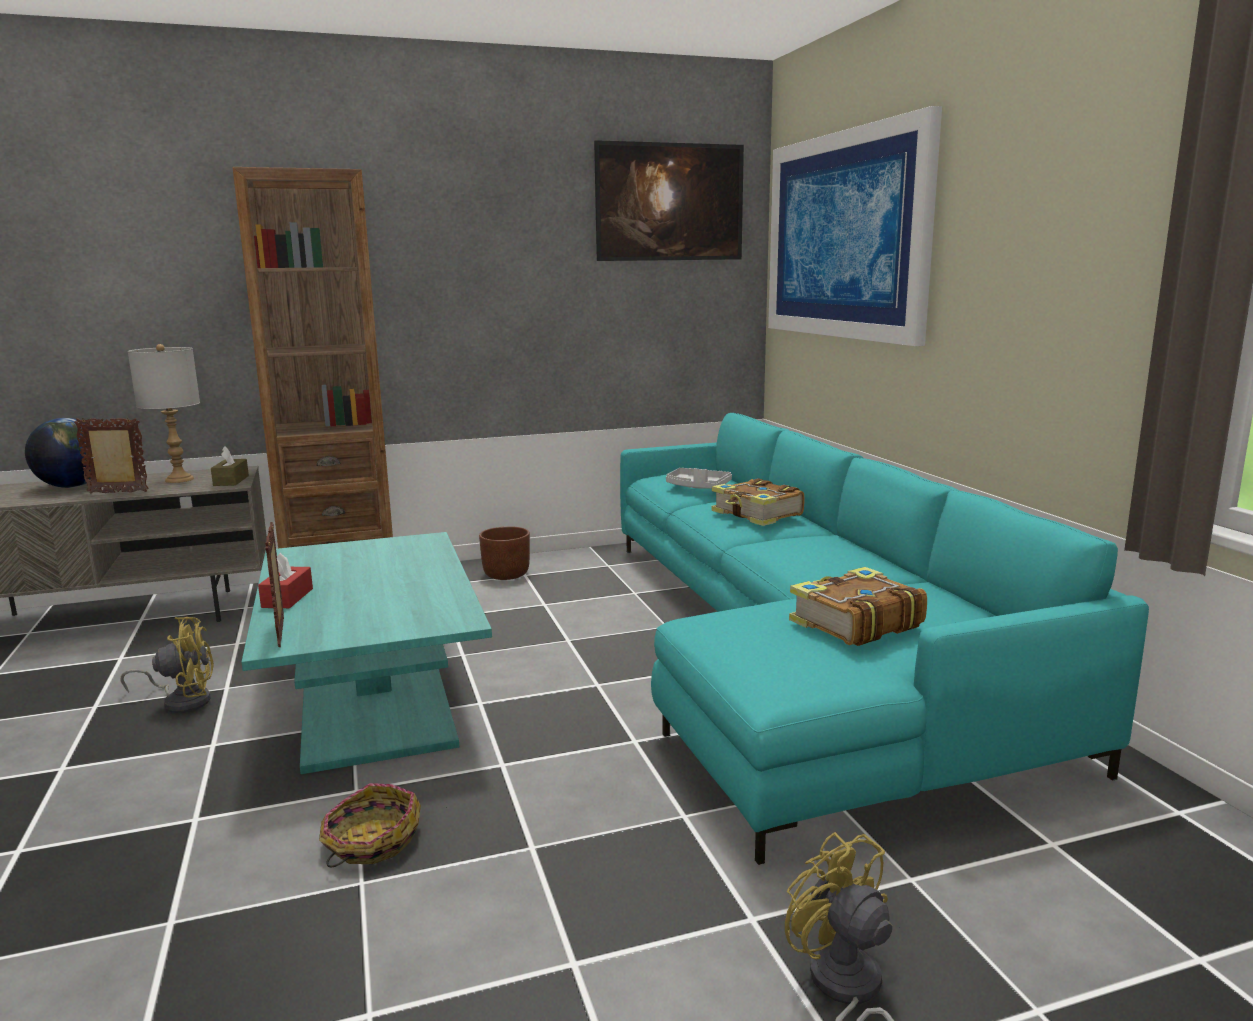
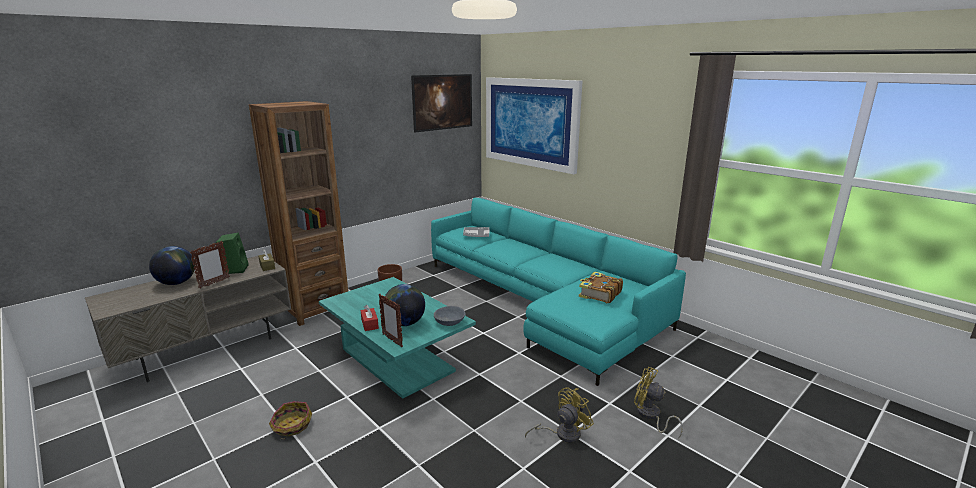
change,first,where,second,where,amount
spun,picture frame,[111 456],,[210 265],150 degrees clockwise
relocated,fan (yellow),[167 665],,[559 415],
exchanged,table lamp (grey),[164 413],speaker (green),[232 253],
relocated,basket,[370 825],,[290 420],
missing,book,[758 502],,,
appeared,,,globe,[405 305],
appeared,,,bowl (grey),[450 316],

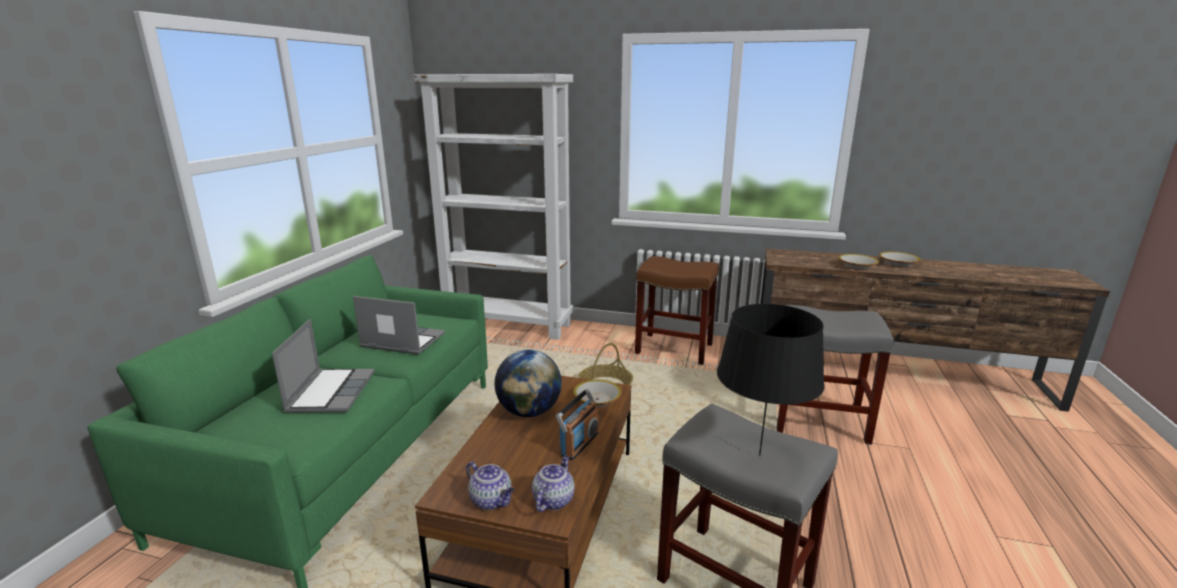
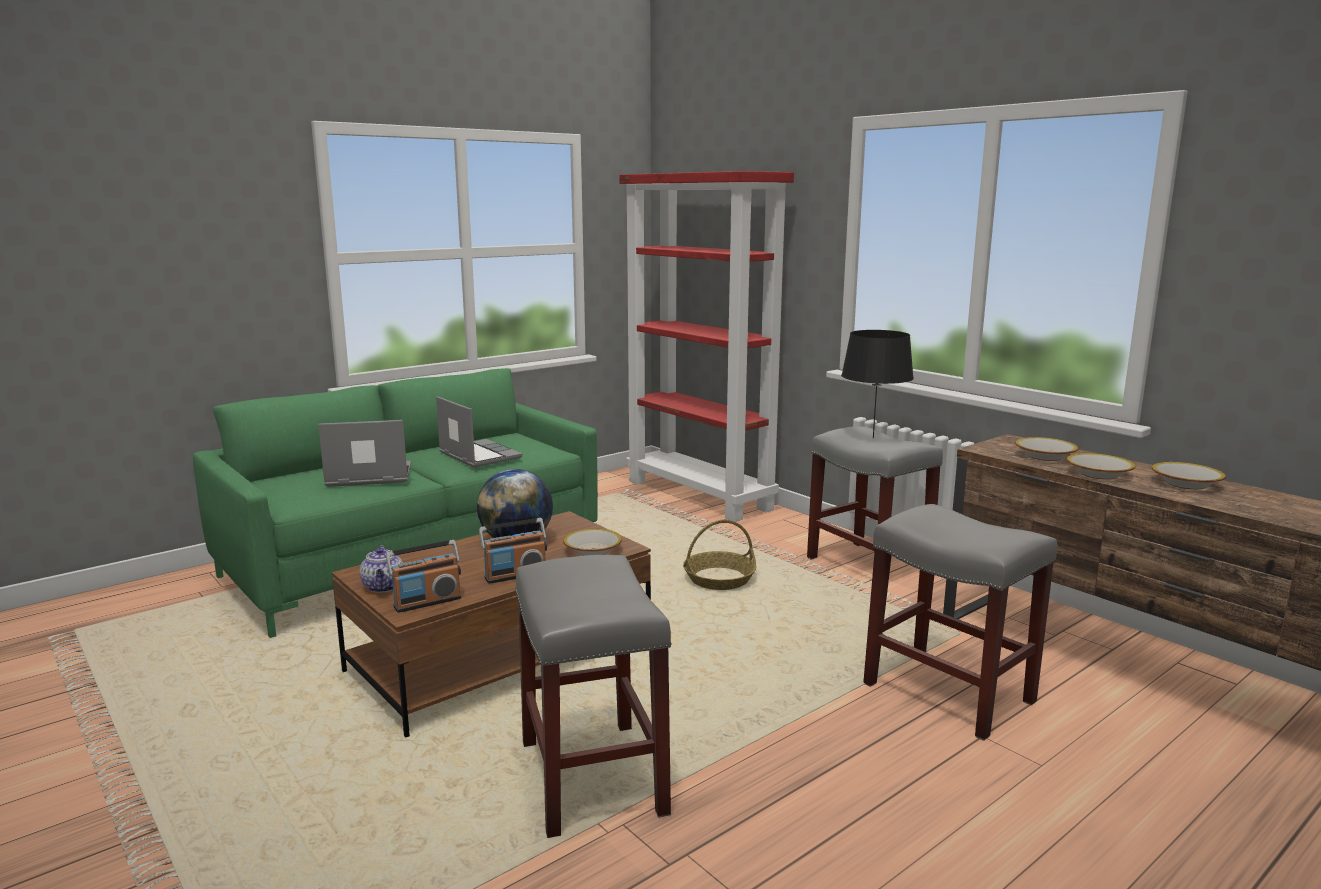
change,first,where,second,where,amount
spun,laptop,[323 366],,[364 453],135 degrees counterclockwise
colour,bookcase (white),[493 207],bookcase (red),[706 346],
exchanged,teapot,[553 484],radio,[423 576],
colour,stool (brown),[677 310],stool (grey),[875 493],
relocated,table lamp (black),[771 380],,[877 384],
appeared,,,bowl,[1046 449],

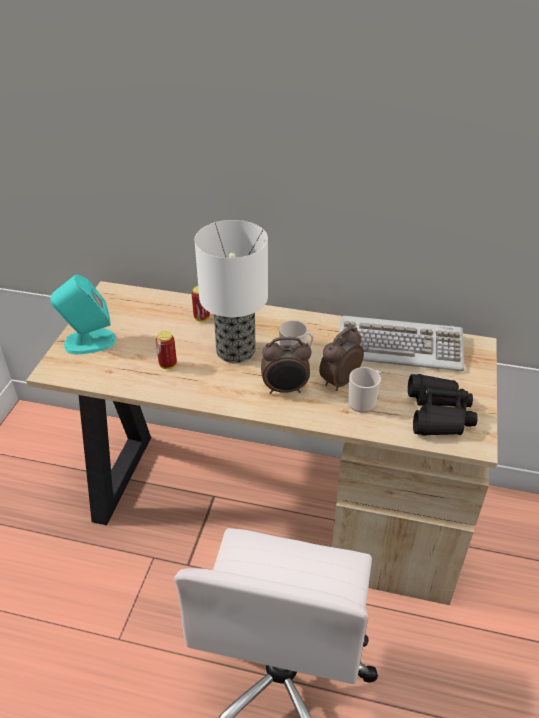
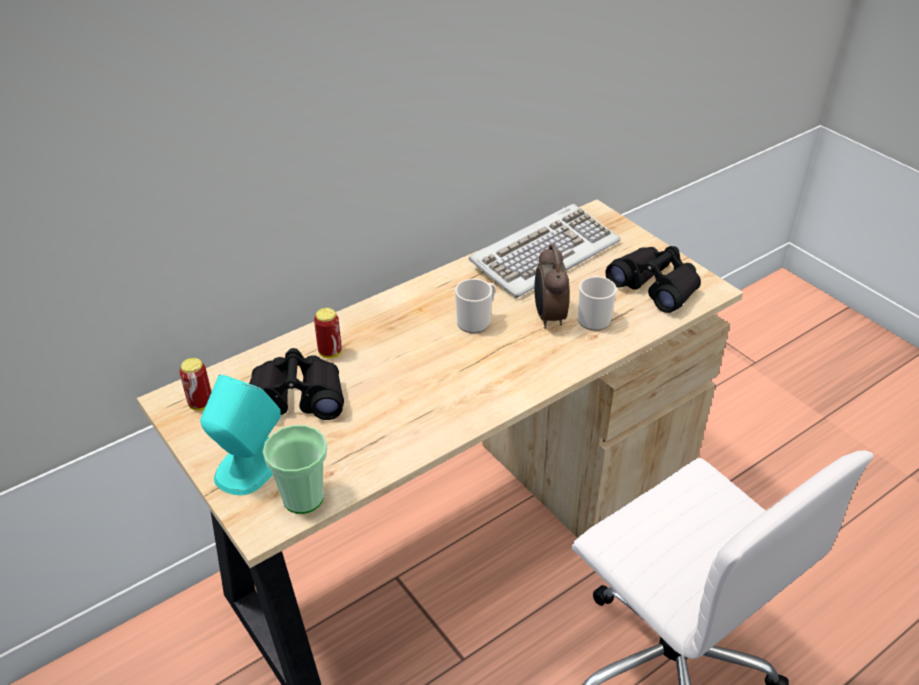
change,first,where,second,where,amount
relocated,can,[166 350],,[195 384],
missing,table lamp,[231 291],,,
missing,alarm clock,[286 365],,,
appeared,,,binoculars (black),[296 384],
appeared,,,cup,[295 469],

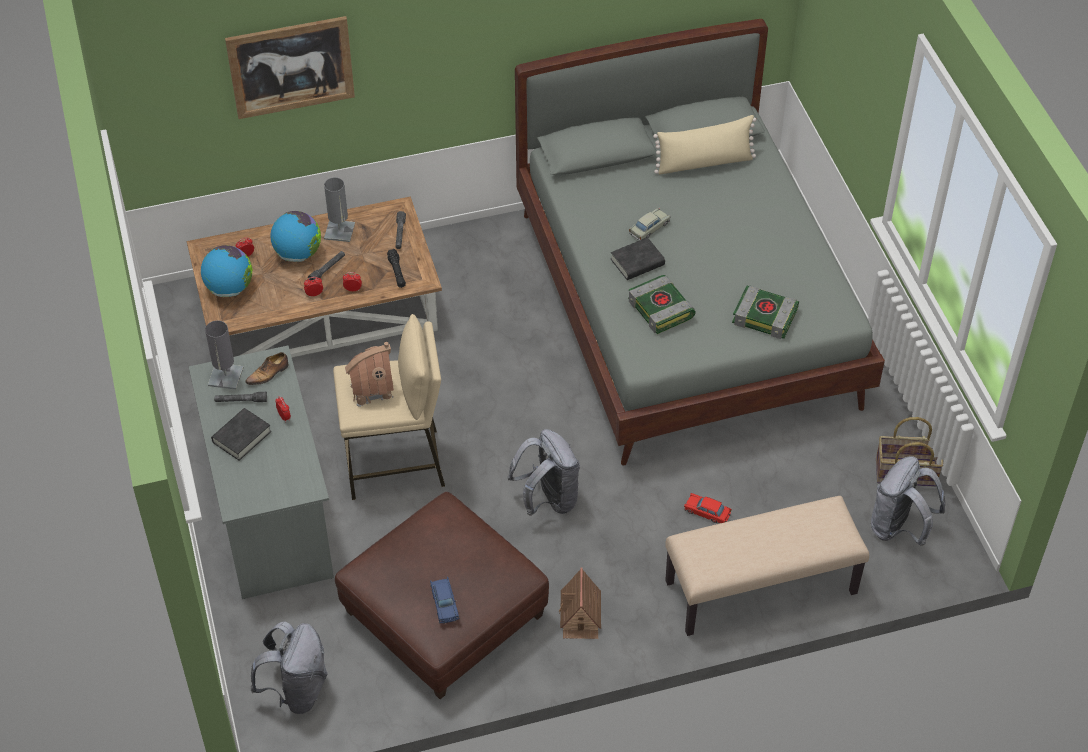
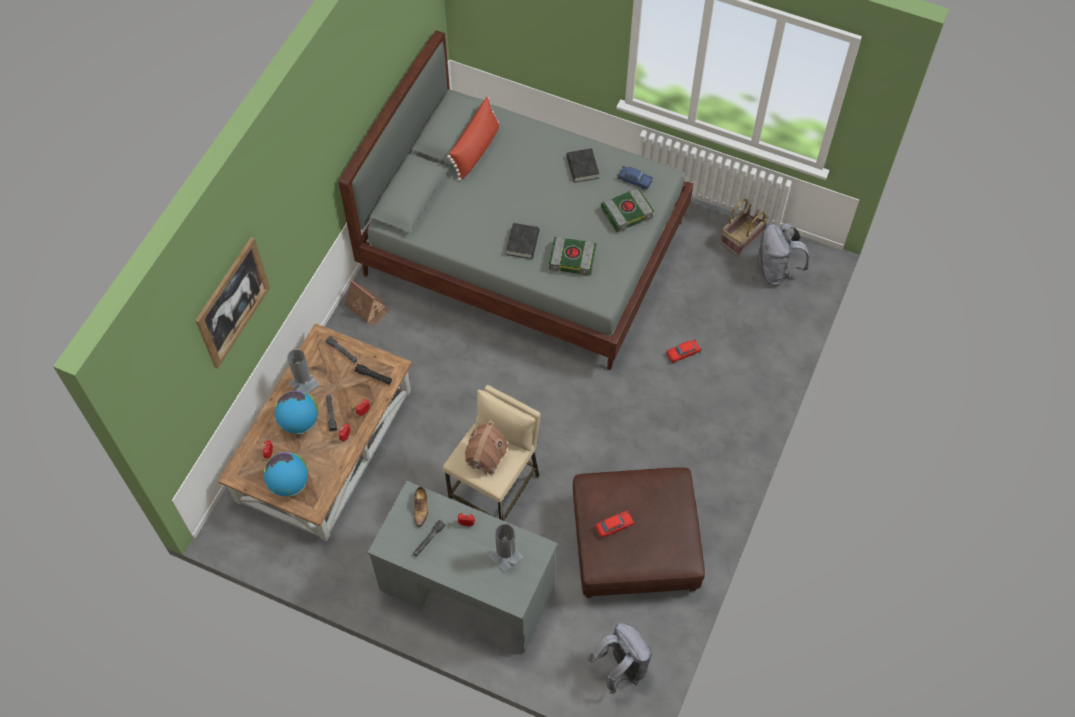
change,first,where,second,where,amount
relocated,table lamp (grey),[224 355],,[506 548],
relocated,book (black),[241 434],,[583 165],
relocated,toy car (blue),[444 600],,[635 178],
missing,backpack (grey),[544 472],,,
relocated,toy house,[580 603],,[367 303],
missing,toy car (beige),[650 224],,,
colour,pillow (beige),[704 145],pillow (red),[473 139],
missing,bench (beige),[767 566],,,
appeared,,,toy car (red),[614 525],

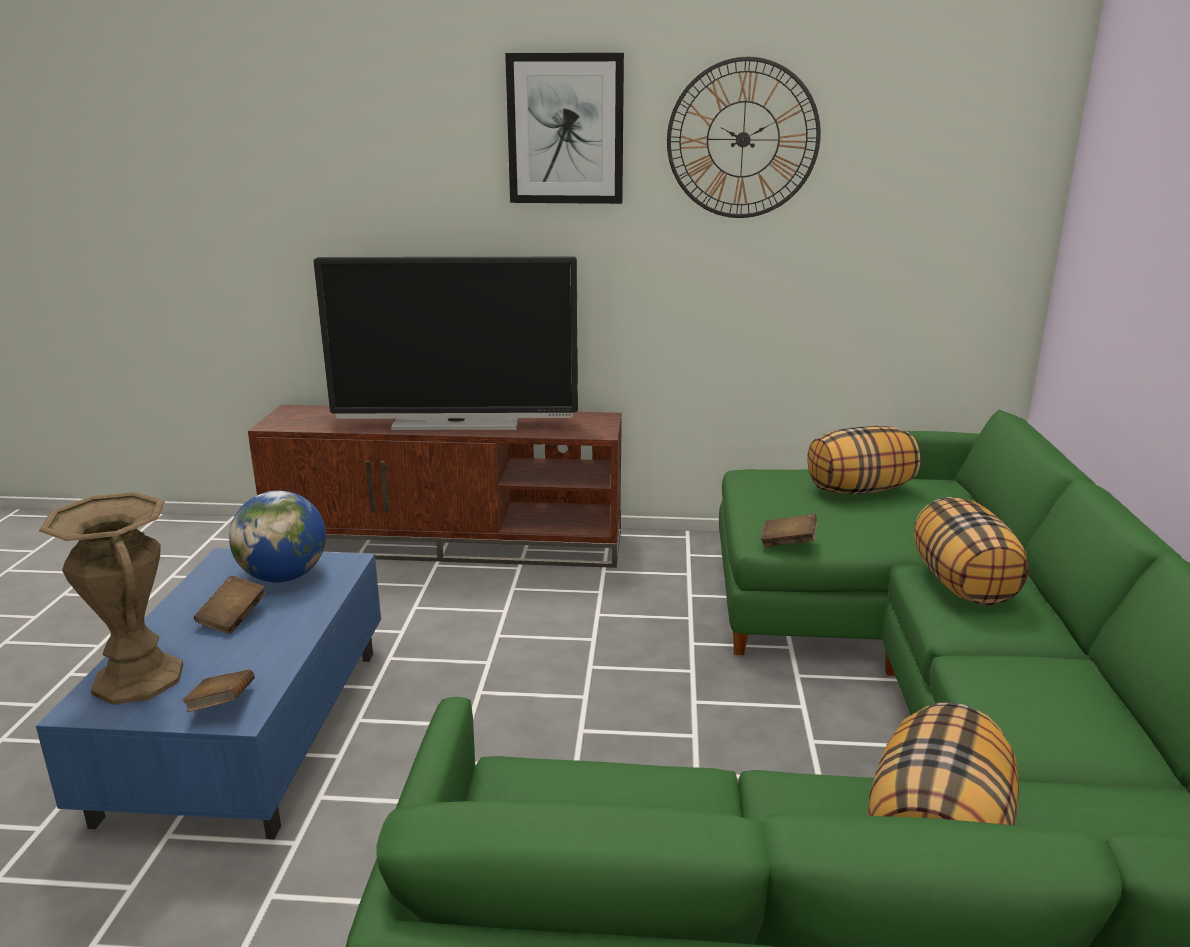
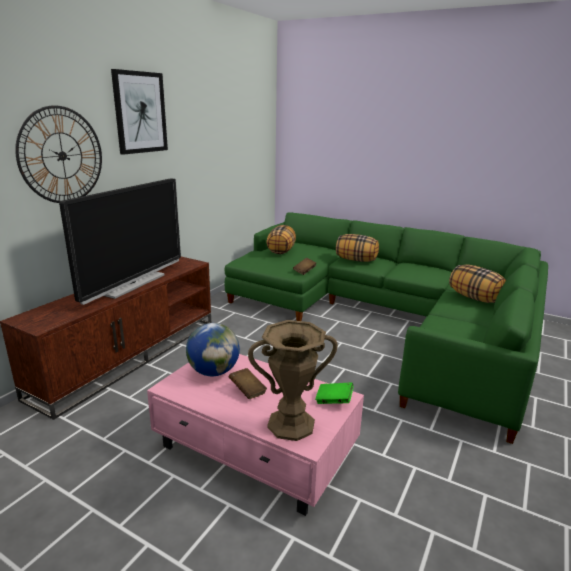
change,first,where,second,where,amount
colour,coffee table (blue),[208 693],coffee table (pink),[255 435],
colour,book (brown),[219 691],book (green),[334 393],
relocated,wall clock,[744 137],,[58 154],

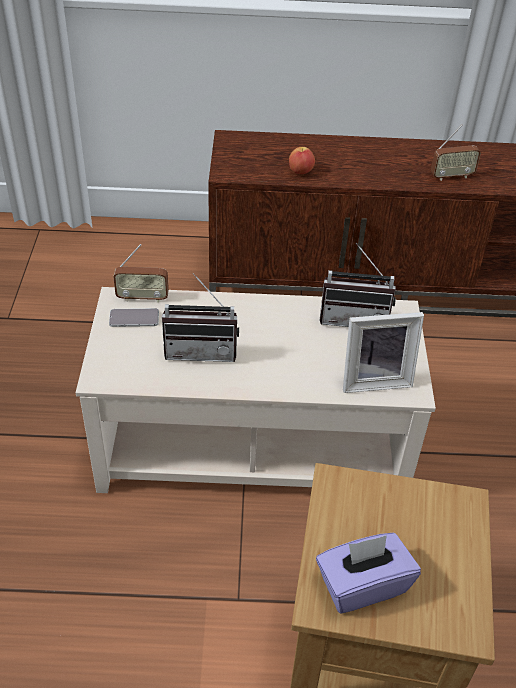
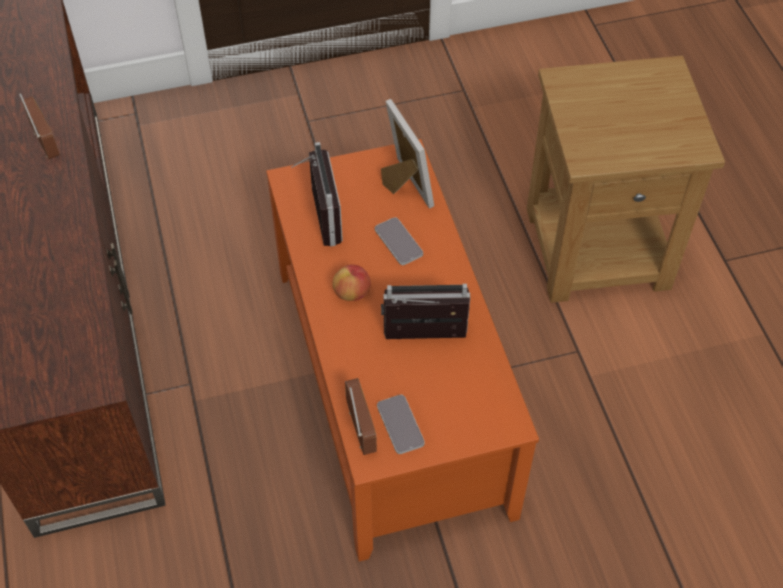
change,first,where,second,where,amount
colour,coffee table (beige),[256 390],coffee table (orange),[402 350],
spun,radio,[200 317],,[425 311],75 degrees counterclockwise
relocated,apple,[302 160],,[351 282],
missing,tissue box (purple),[368 573],,,
appeared,,,phone,[399 241],

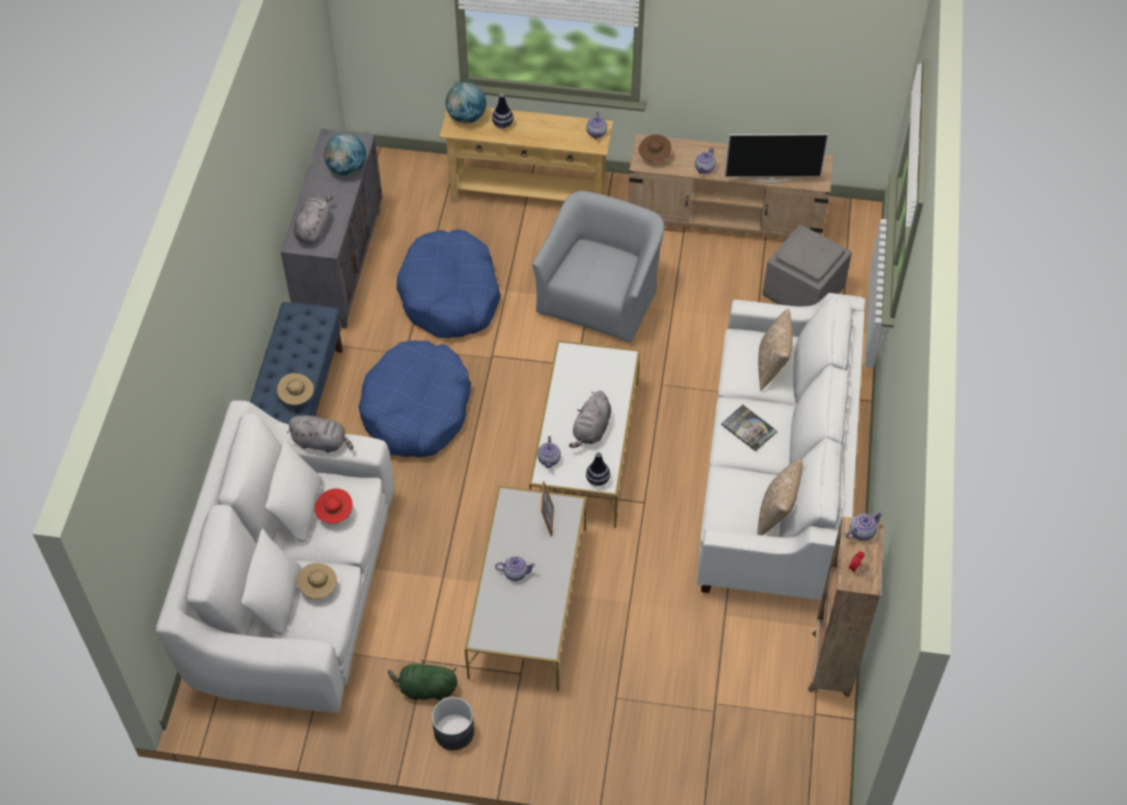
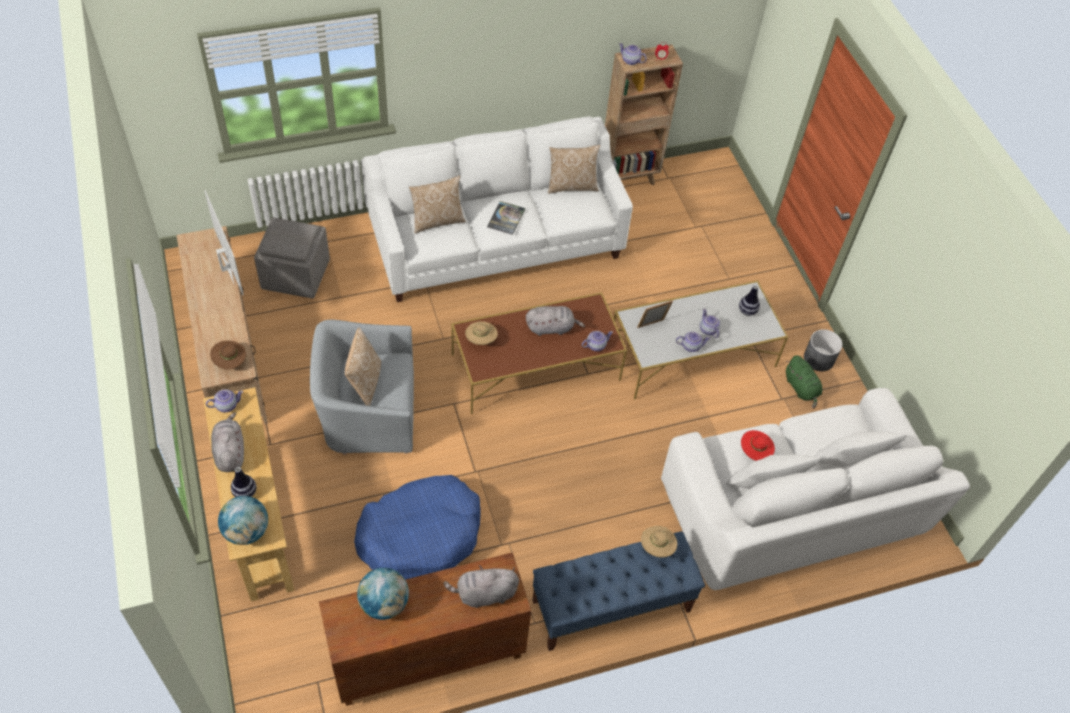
change,first,where,second,where,amount
colour,cabinet (grey),[332 229],cabinet (brown),[425 629],
relocated,plush toy (grey),[320 434],,[227 442],
relocated,hat (beige),[317 581],,[481 333],
missing,dog bed (blue),[414 398],,,
colour,coffee table (white),[584 434],coffee table (brown),[539 353],
relocated,vase,[598 469],,[749 300],
relocated,teapot,[705 161],,[693 342],
appeared,,,pillow,[363 367],

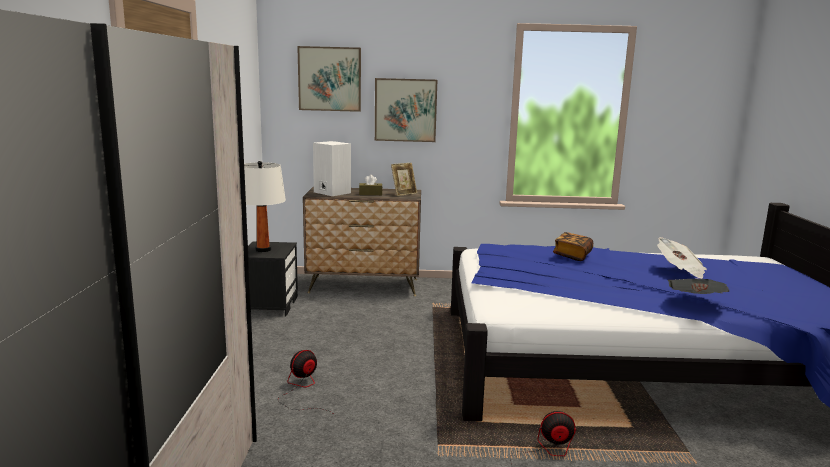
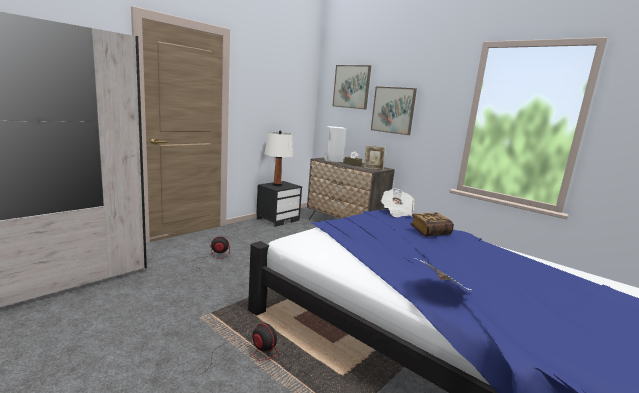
change,first,where,second,where,amount
relocated,newspaper,[682 258],,[398 202],

